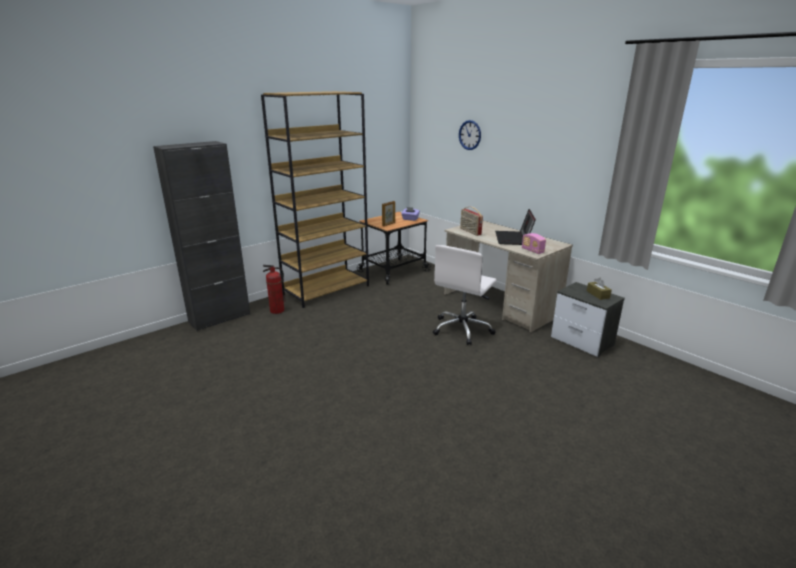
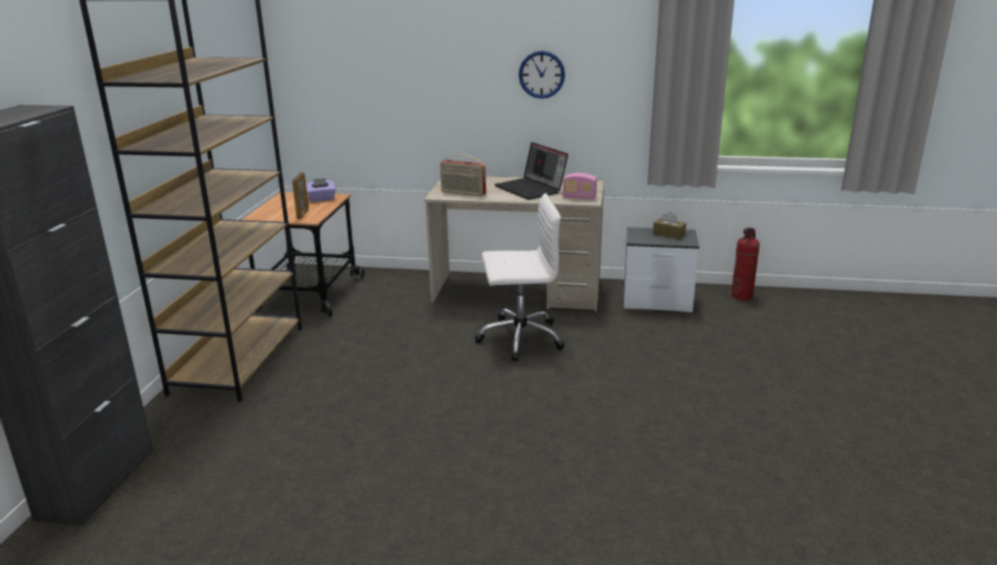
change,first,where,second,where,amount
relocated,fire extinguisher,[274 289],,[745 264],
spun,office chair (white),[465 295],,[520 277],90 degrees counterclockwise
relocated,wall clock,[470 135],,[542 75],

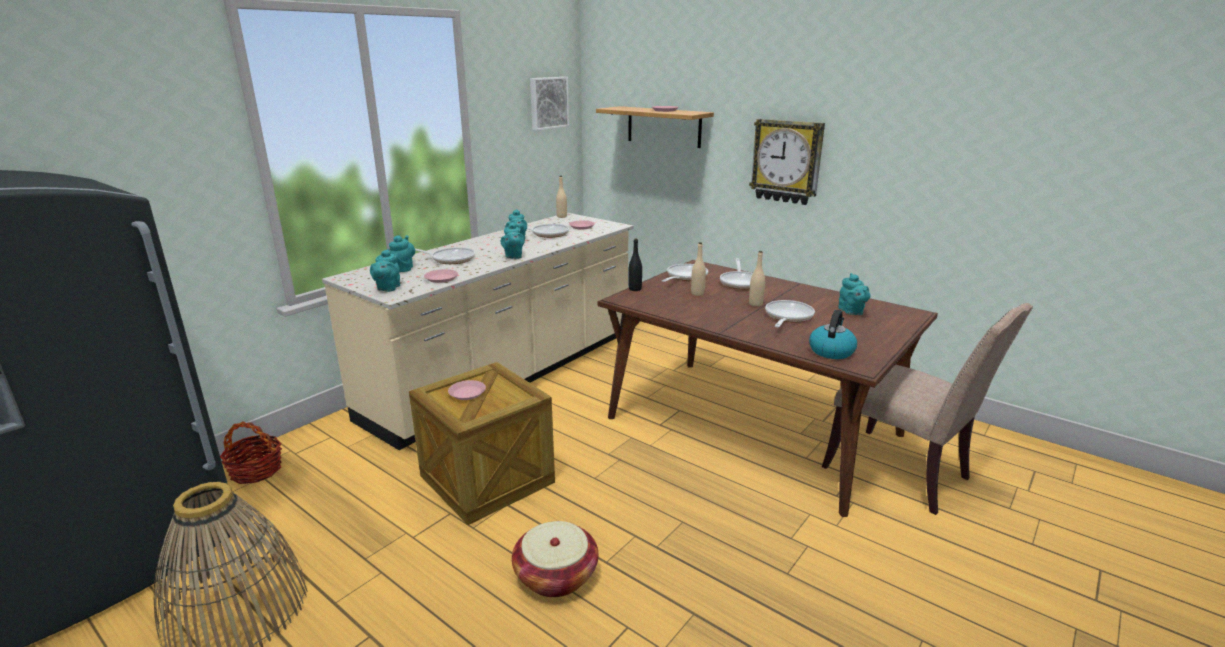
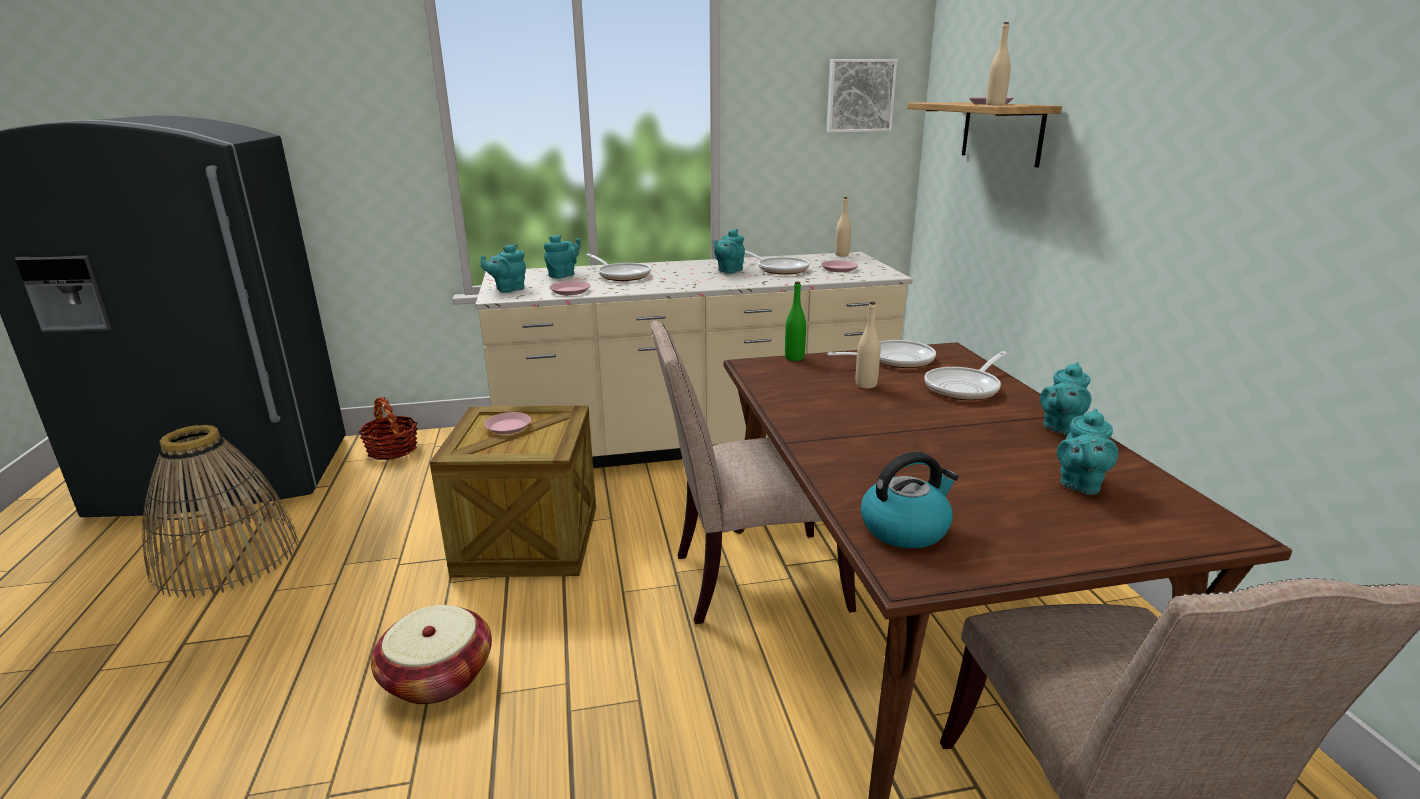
change,first,where,second,where,amount
relocated,teapot (turquoise),[512 240],,[1065 398],
colour,bottle (black),[635 265],bottle (green),[795 321],
missing,wall clock,[787 162],,,
relocated,bottle (beige),[757 279],,[998 63],
missing,frying pan,[790 313],,,
appeared,,,chair (beige),[752 472],

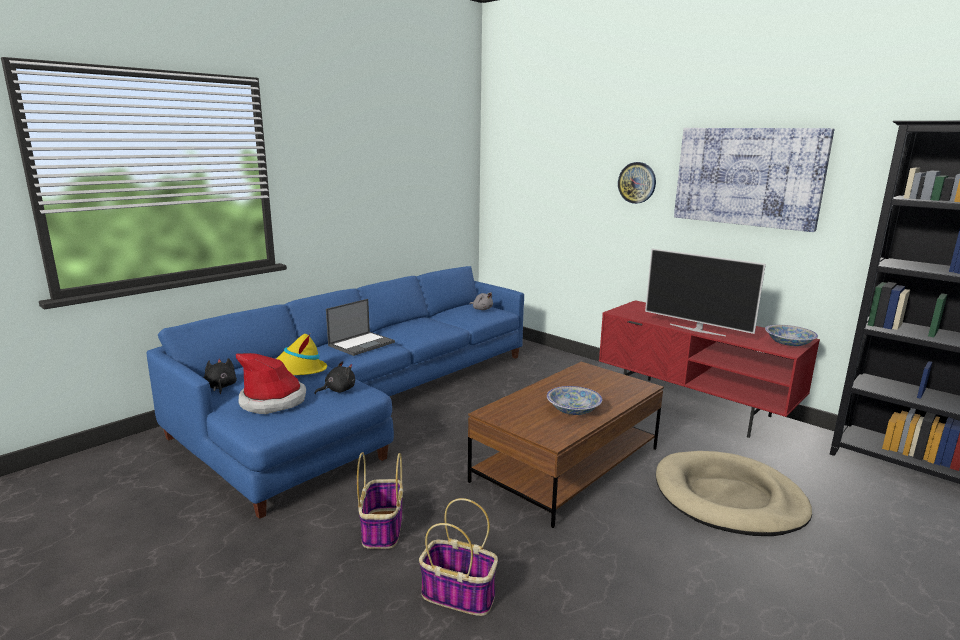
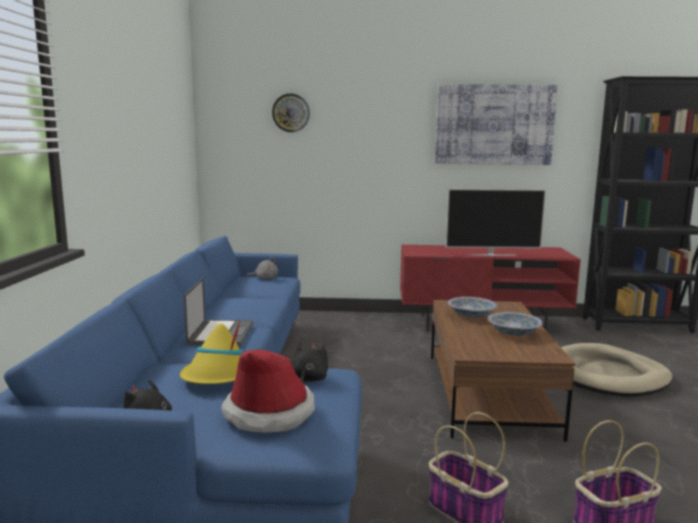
change,first,where,second,where,amount
relocated,wall clock,[637 183],,[291 112],
relocated,bowl,[791 335],,[472 307],

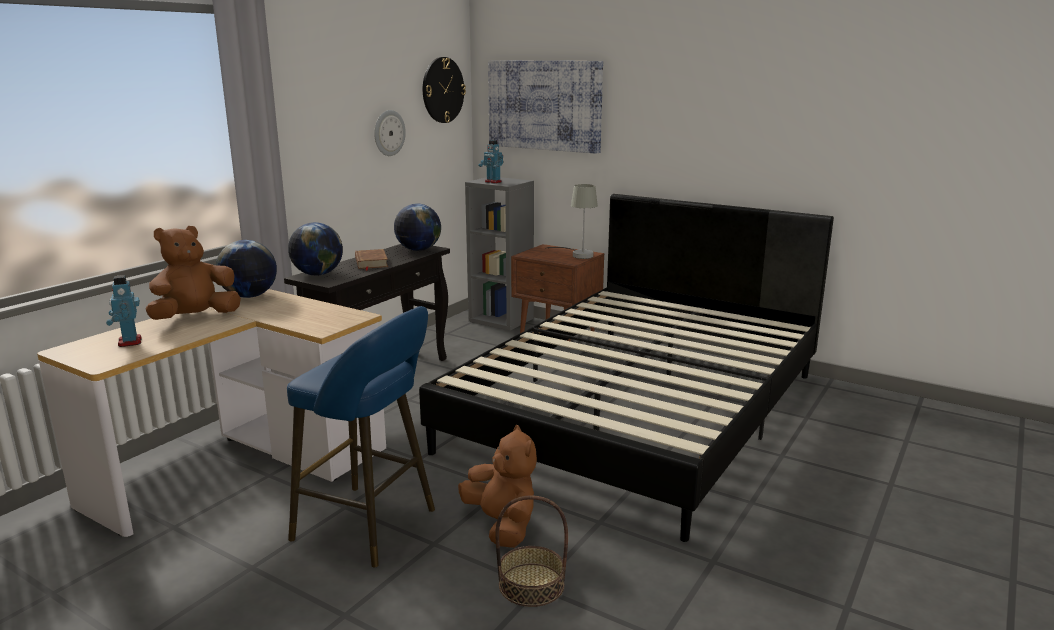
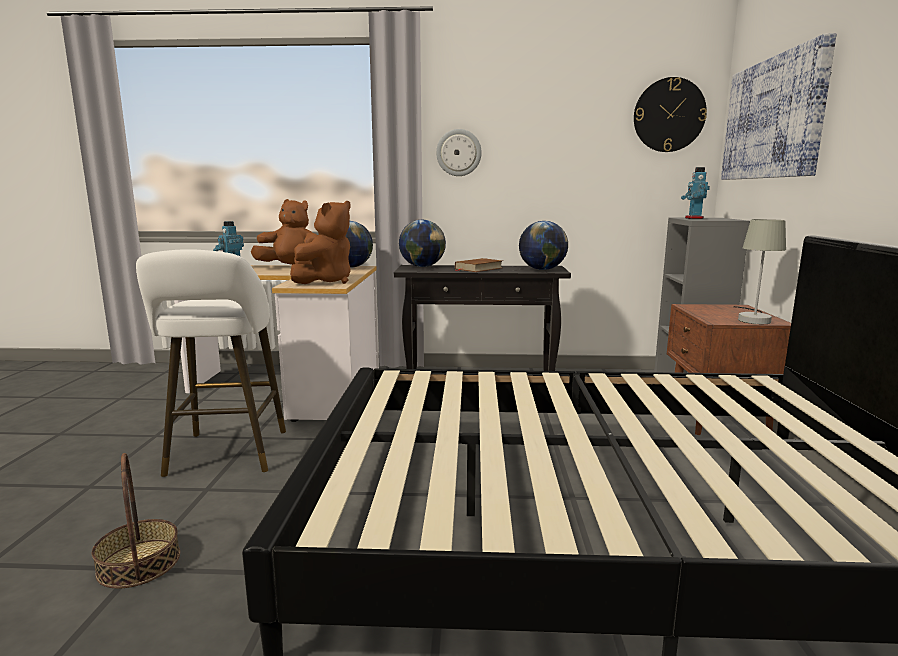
change,first,where,second,where,amount
colour,stool (blue),[361 437],stool (white),[211 363],
relocated,wall clock,[390 133],,[459 152],
relocated,plush toy (brown),[497 486],,[320 242],

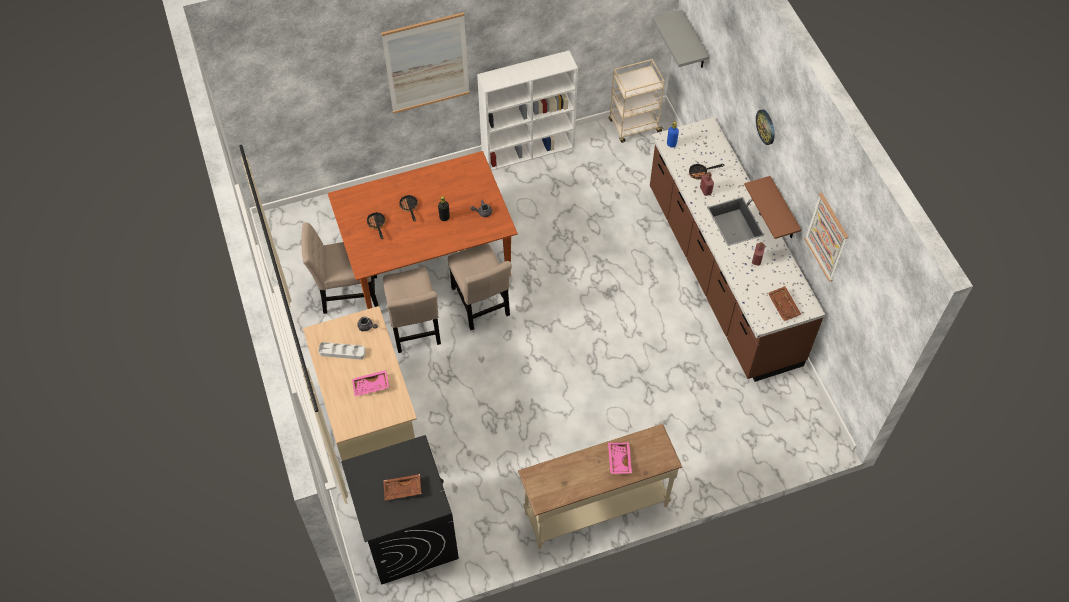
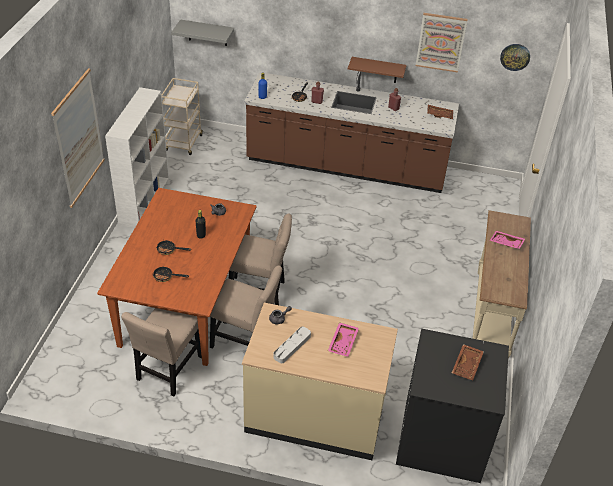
change,first,where,second,where,amount
relocated,wall clock,[765 127],,[515 57],

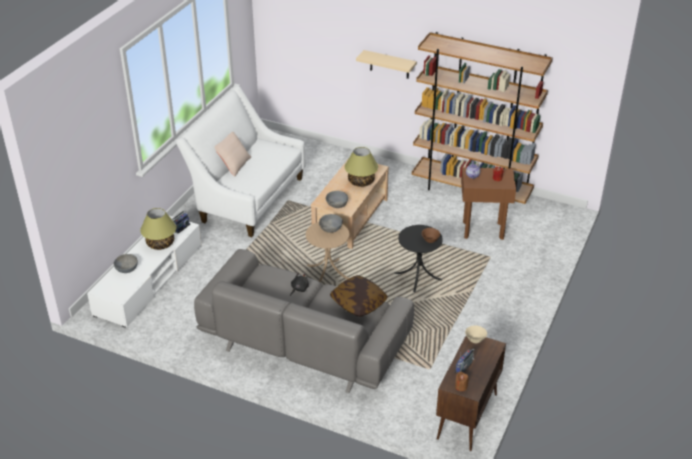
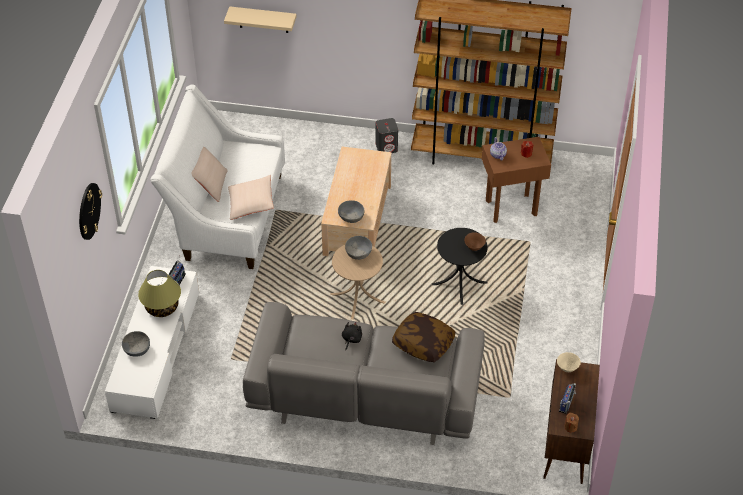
change,first,where,second,where,amount
missing,table lamp,[361 167],,,
relocated,shelf (beige),[386 64],,[260 19],
appeared,,,wall clock,[90 211],
appeared,,,pillow (beige),[251 197],
appeared,,,speaker (grey),[387 135],

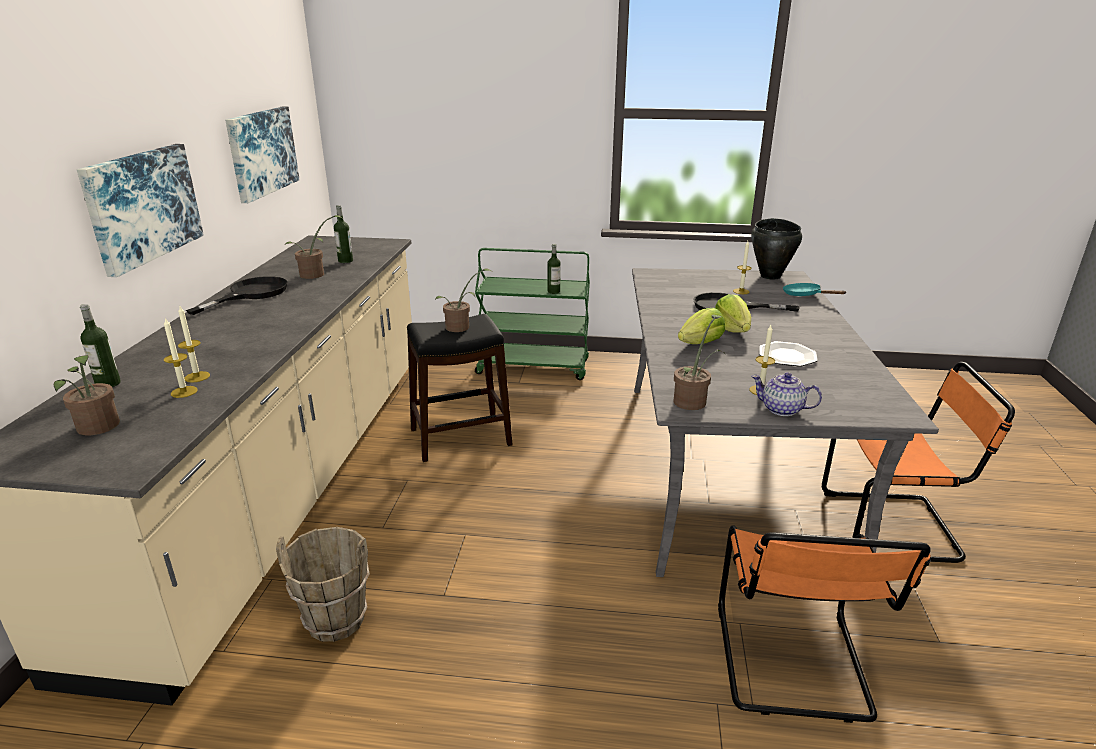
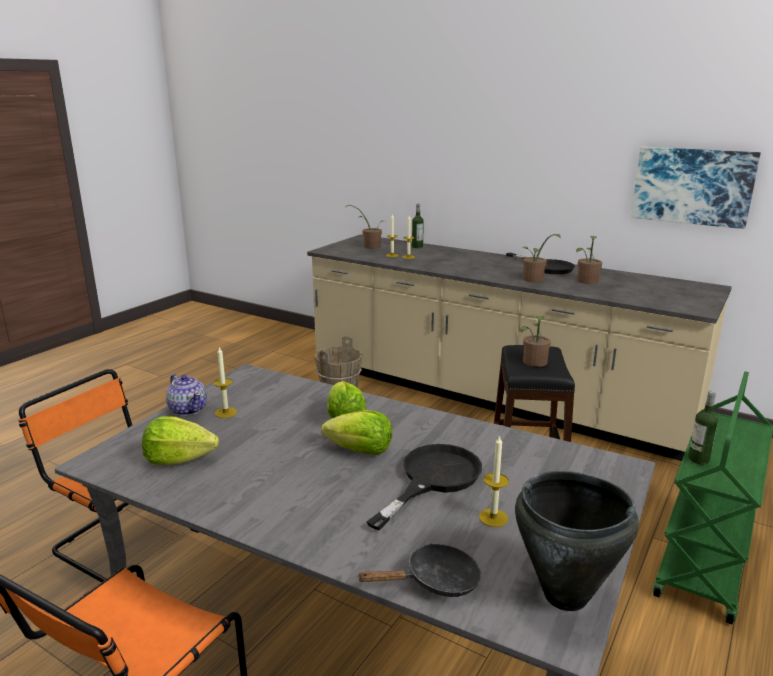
change,first,where,second,where,amount
missing,picture,[140 210],,,
missing,bottle,[343 234],,,
relocated,potted plant,[700 362],,[541 258],
spun,teapot,[786 394],,[186 395],90 degrees clockwise
missing,plate,[788 354],,,
colour,frying pan (turquoise),[814 289],frying pan (black),[419 570],
appeared,,,lettuce,[180 440],

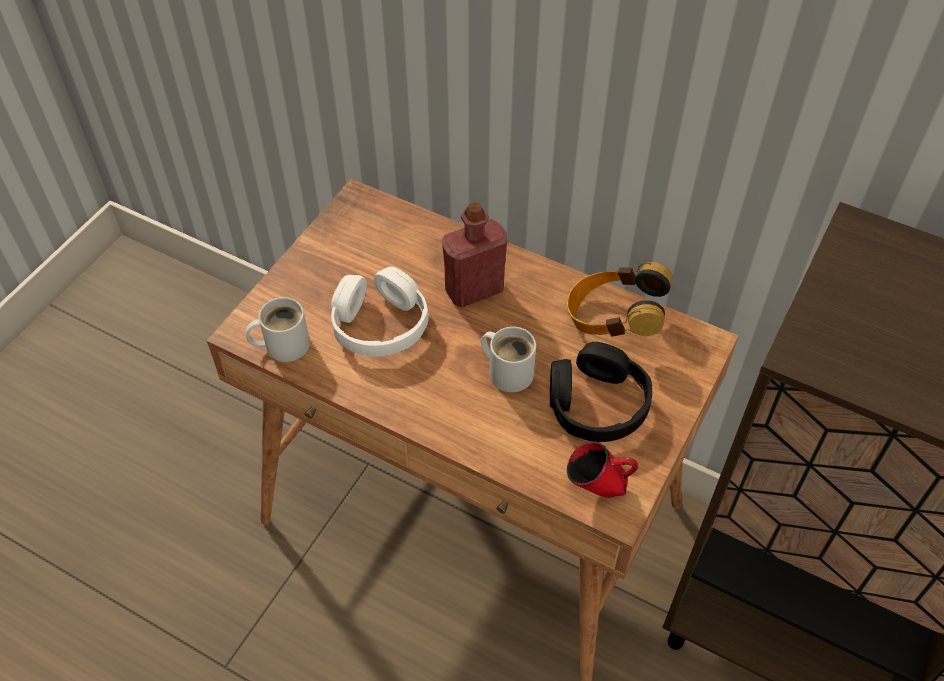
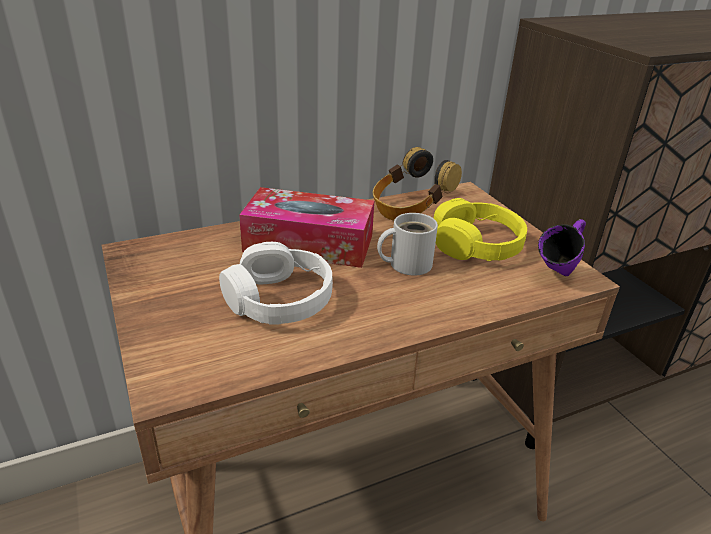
change,first,where,second,where,amount
missing,mug (white),[278 329],,,
exchanged,bottle (red),[474 255],tissue box,[306 227],
colour,headphones (black),[601 392],headphones (yellow),[480 229],
colour,mug (red),[602 469],mug (purple),[562 247],

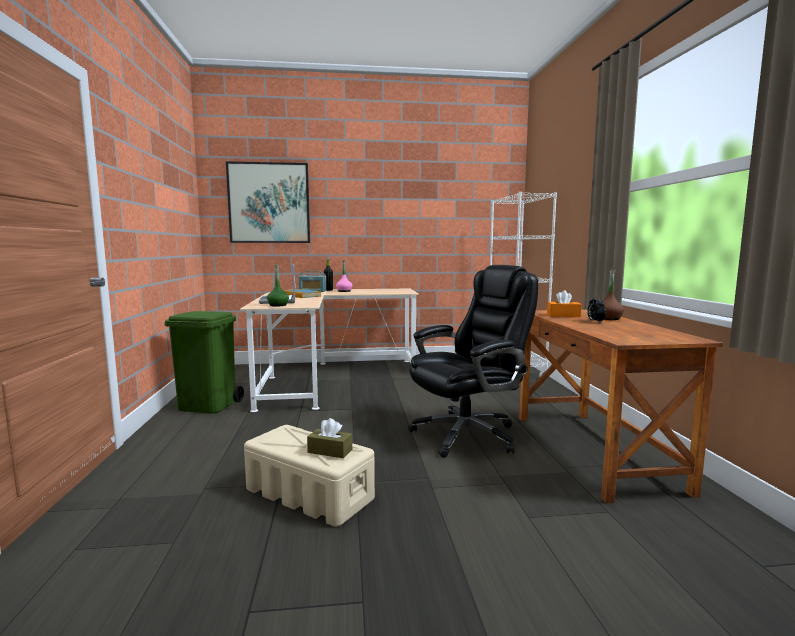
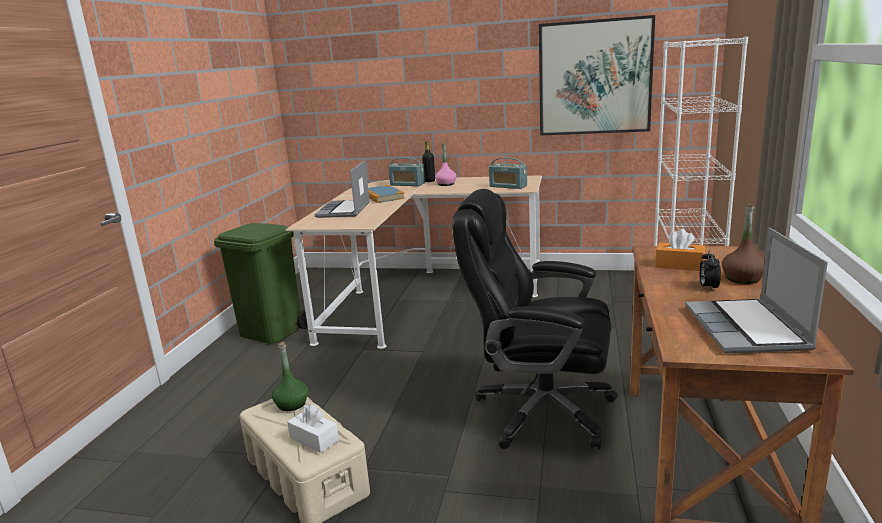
change,first,where,second,where,amount
relocated,picture,[268 202],,[597 75],
relocated,bottle (green),[278 285],,[290 376],
colour,tissue box (brown),[329 438],tissue box (white),[313 428],
spun,office chair (black),[473 361],,[535 319],150 degrees counterclockwise
appeared,,,radio,[508 173],
appeared,,,laptop,[756 290],

